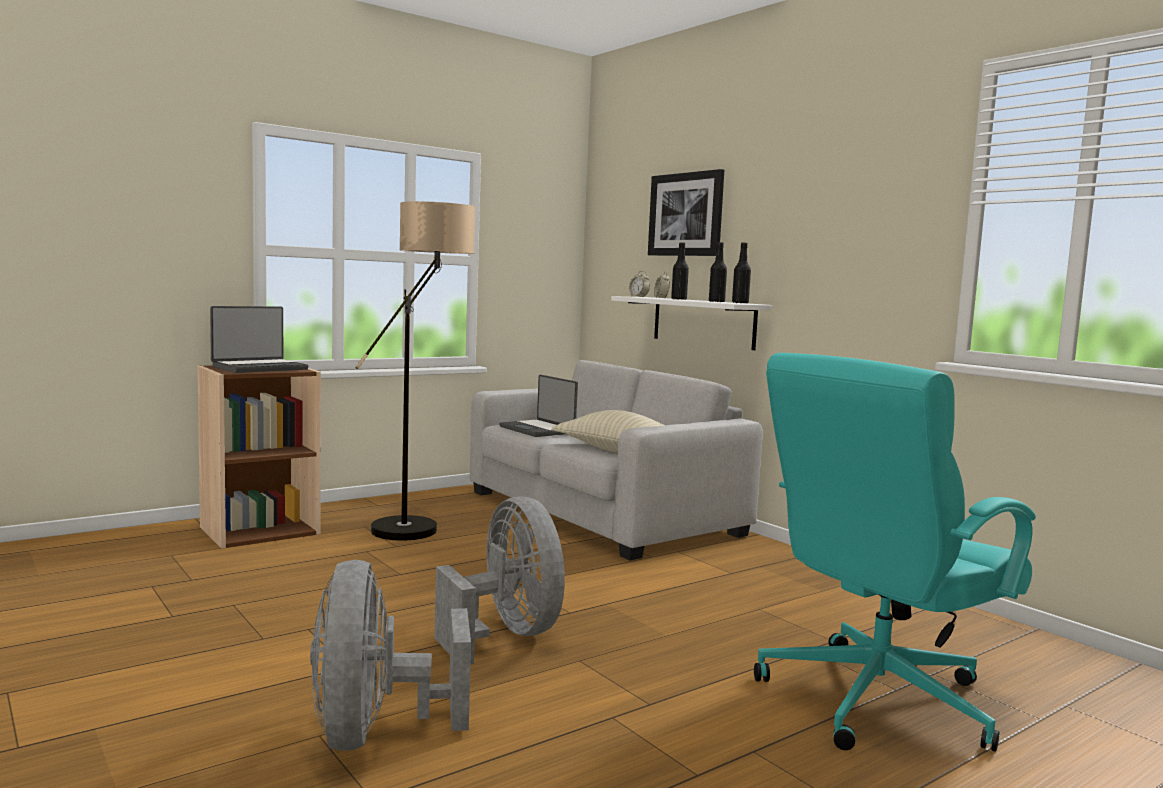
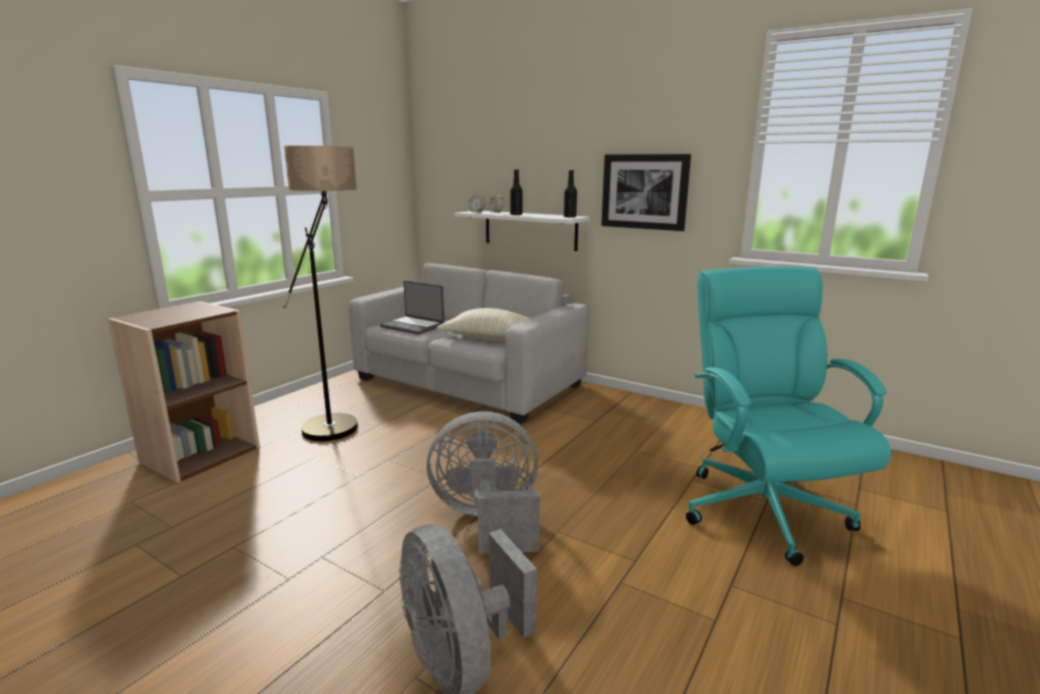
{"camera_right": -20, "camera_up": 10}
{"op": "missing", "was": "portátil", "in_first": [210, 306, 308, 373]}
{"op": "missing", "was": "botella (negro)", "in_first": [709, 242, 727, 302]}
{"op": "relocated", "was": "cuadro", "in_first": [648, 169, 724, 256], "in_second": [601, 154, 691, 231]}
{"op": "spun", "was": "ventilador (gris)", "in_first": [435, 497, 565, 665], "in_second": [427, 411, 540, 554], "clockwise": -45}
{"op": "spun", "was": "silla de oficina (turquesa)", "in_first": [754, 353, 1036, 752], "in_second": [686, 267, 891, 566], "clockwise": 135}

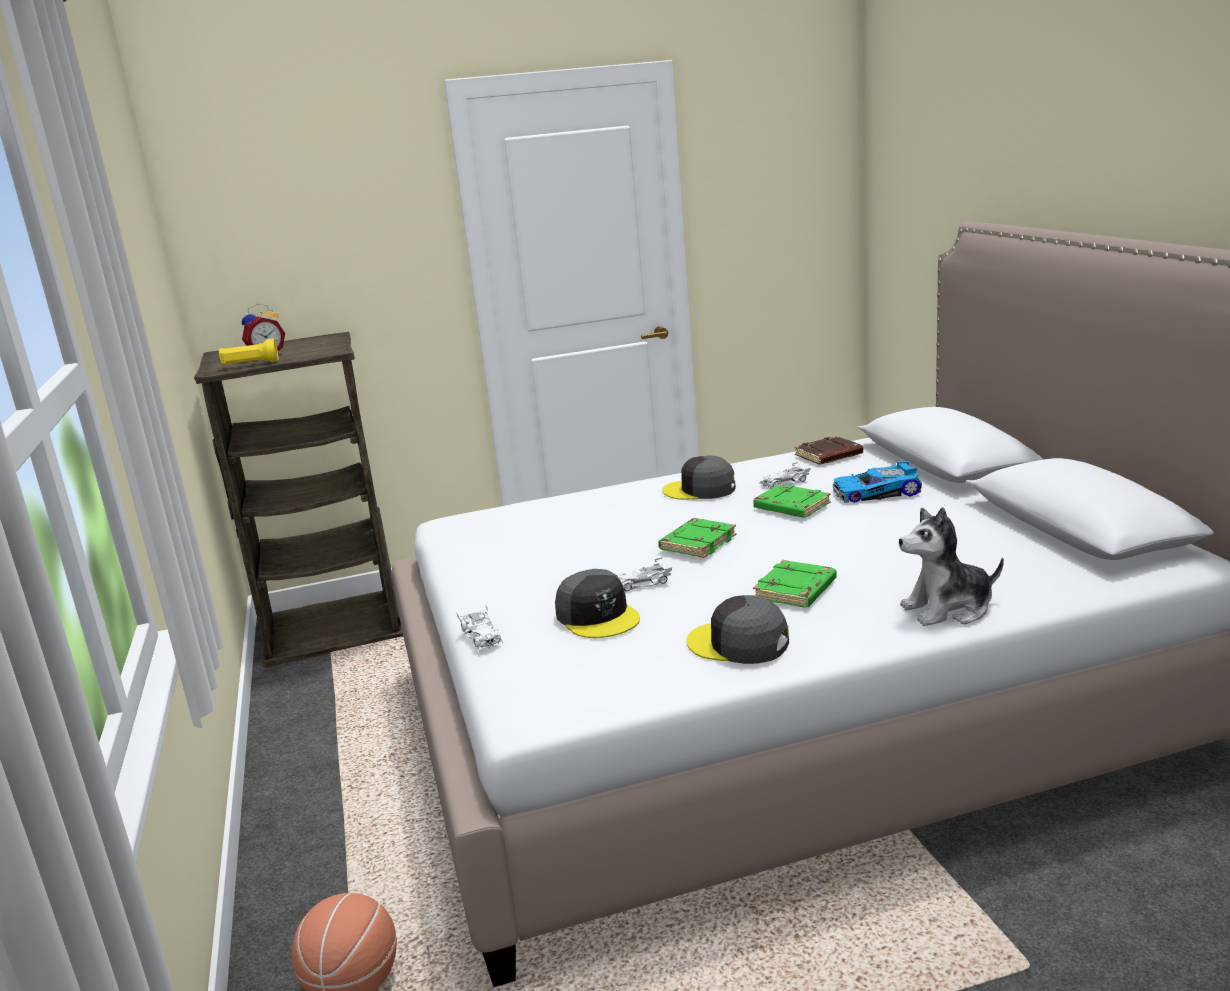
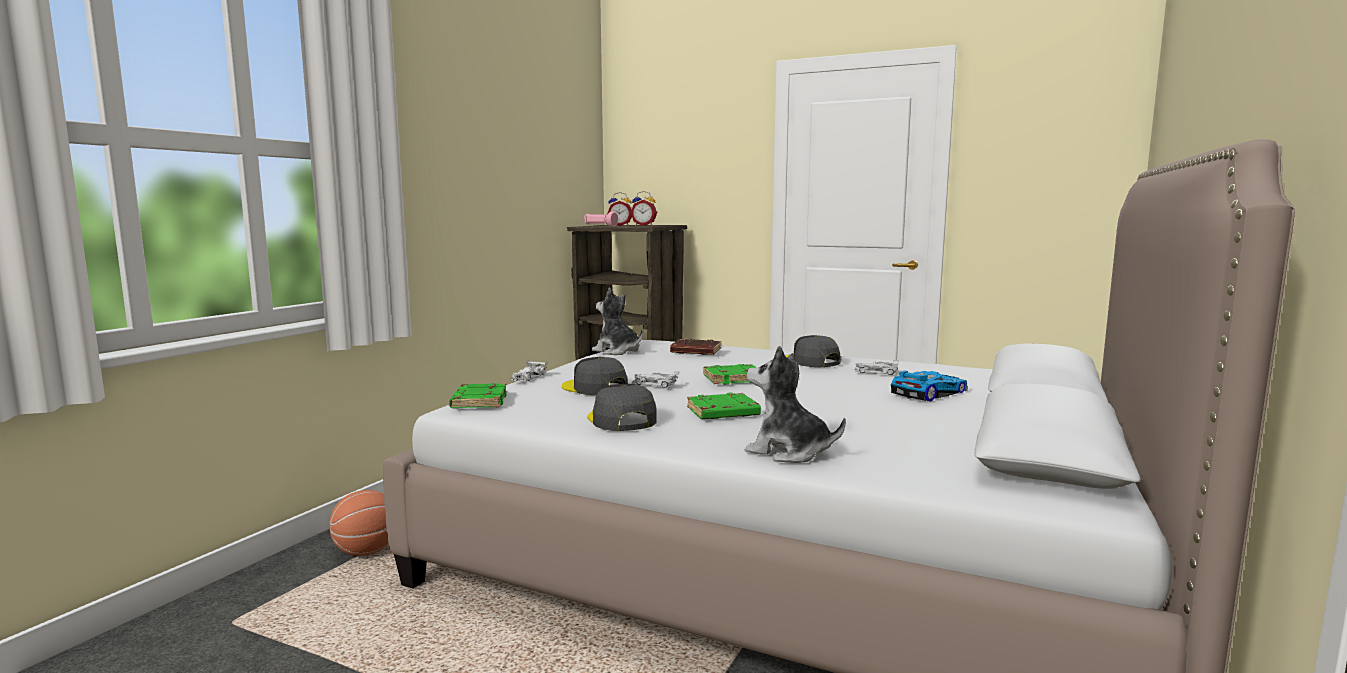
{"camera_right": 40, "camera_up": -10}
{"op": "appeared", "now": "peluche", "in_second": [592, 288, 643, 355]}
{"op": "appeared", "now": "despertador", "in_second": [630, 191, 657, 226]}
{"op": "relocated", "was": "libro (verde)", "in_first": [753, 484, 831, 518], "in_second": [449, 383, 507, 409]}
{"op": "relocated", "was": "libro (marrón)", "in_first": [794, 436, 863, 465], "in_second": [670, 339, 721, 355]}
{"op": "colour", "was": "linterna (amarillo)", "now": "linterna (rosa)", "in_first": [219, 338, 278, 365], "in_second": [584, 212, 618, 226]}
{"op": "spun", "was": "gorra (gris)", "in_first": [555, 569, 640, 638], "in_second": [562, 357, 628, 395], "clockwise": 120}
{"op": "spun", "was": "coche de juguete", "in_first": [833, 461, 922, 503], "in_second": [891, 370, 968, 402], "clockwise": 105}

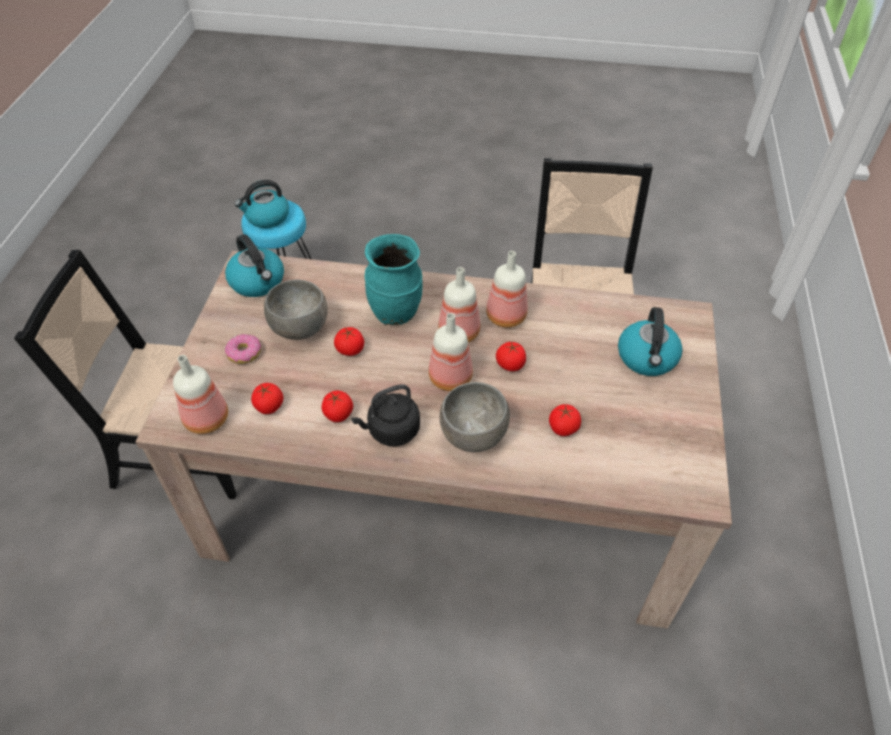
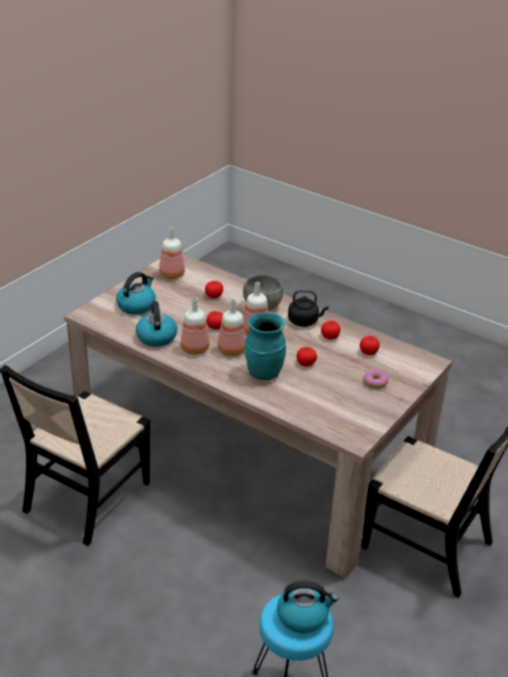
{"camera_right": -155, "camera_up": -15}
{"op": "missing", "was": "cuenco (gris)", "in_first": [264, 279, 328, 340]}
{"op": "relocated", "was": "botella", "in_first": [173, 355, 228, 434], "in_second": [159, 227, 185, 279]}
{"op": "relocated", "was": "hervidor", "in_first": [225, 234, 284, 297], "in_second": [136, 301, 177, 347]}

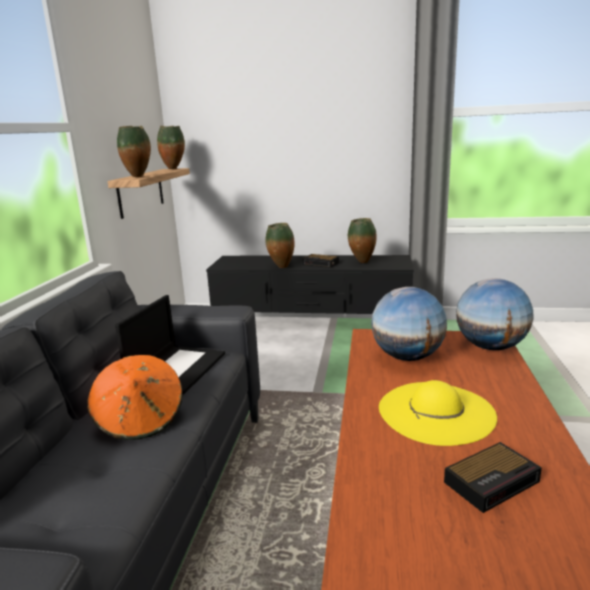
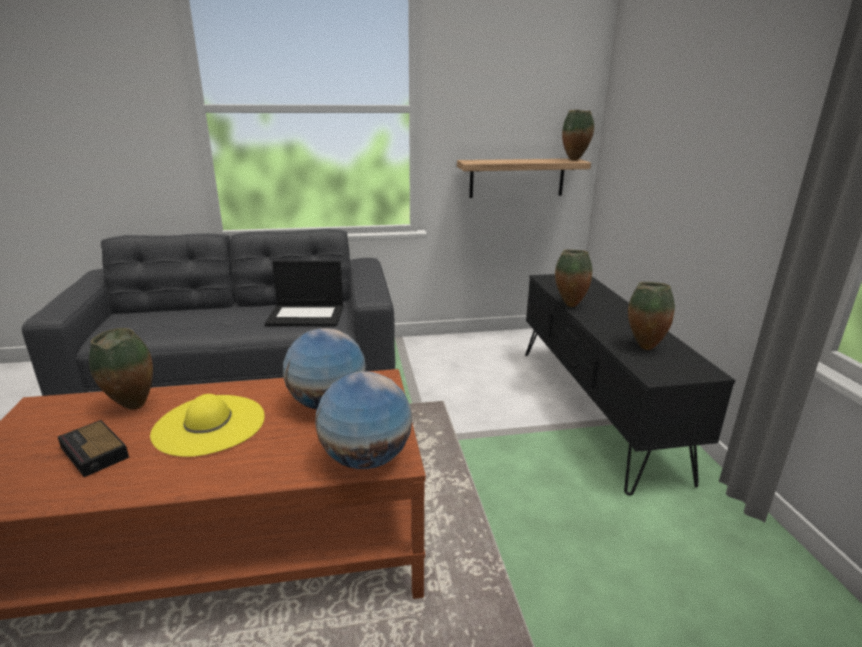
{"camera_right": 70, "camera_up": 5}
{"op": "missing", "was": "sombrero (naranja)", "in_first": [87, 355, 183, 440]}
{"op": "missing", "was": "despertador", "in_first": [302, 254, 339, 268]}
{"op": "relocated", "was": "florero", "in_first": [117, 126, 151, 177], "in_second": [89, 328, 153, 410]}

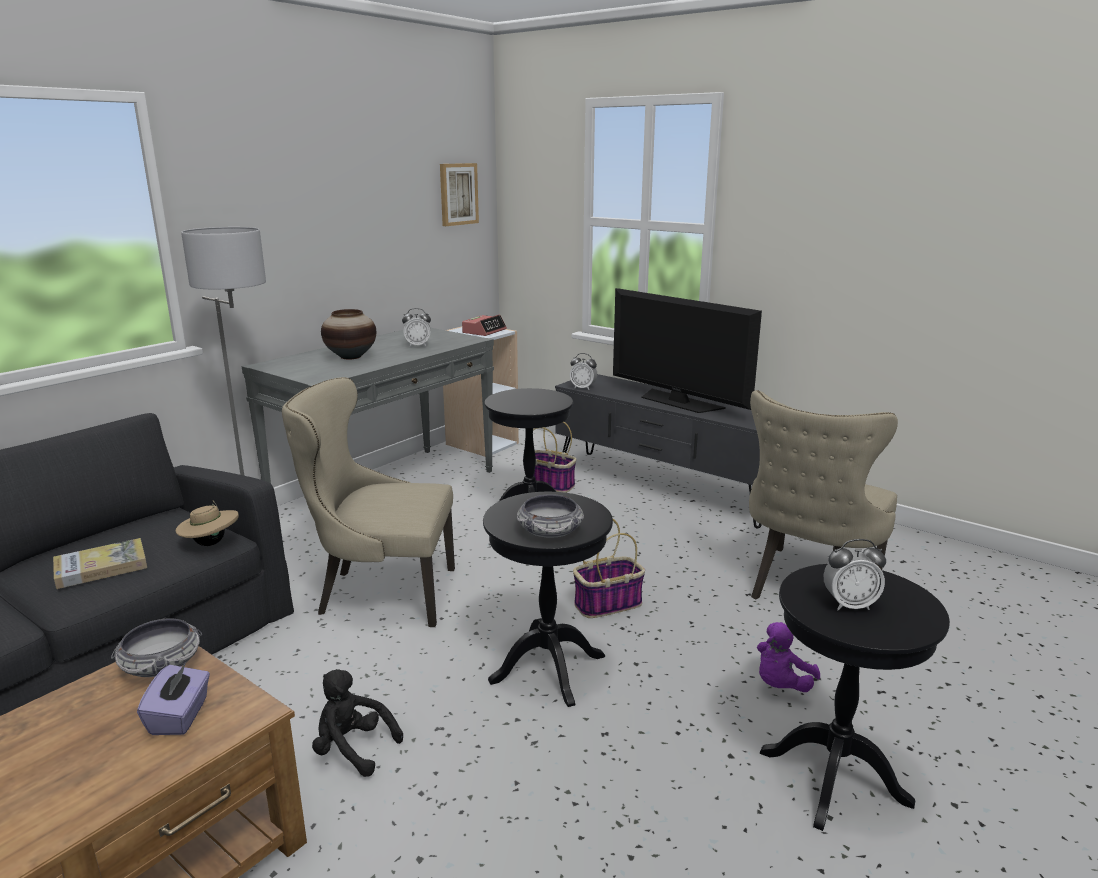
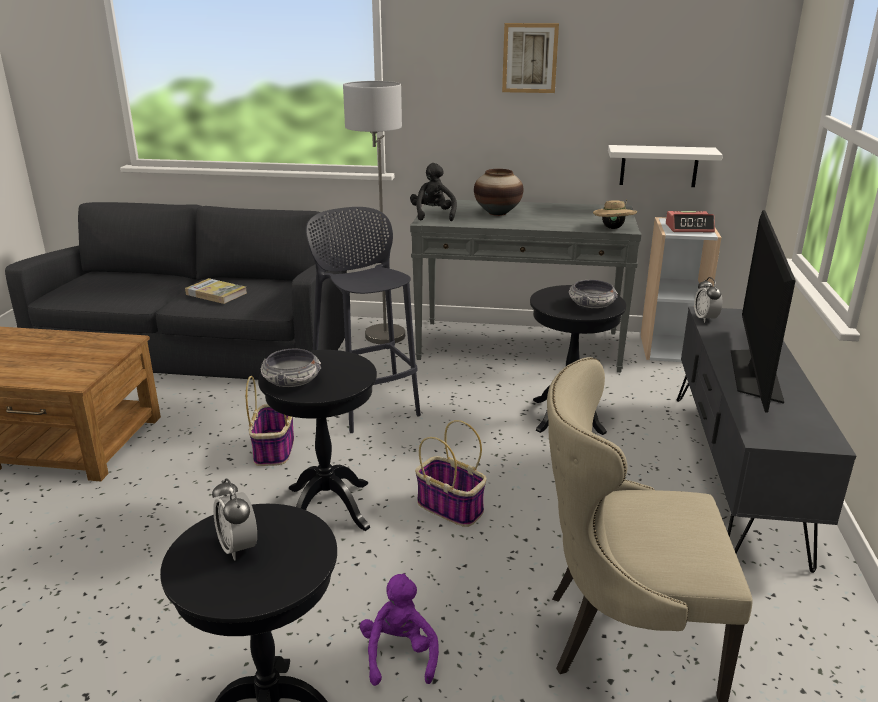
{"camera_right": 60, "camera_up": 5}
{"op": "missing", "was": "caja de pañuelos (morado)", "in_first": [137, 663, 210, 735]}
{"op": "missing", "was": "despertador", "in_first": [402, 308, 431, 347]}
{"op": "appeared", "now": "estante (blanco)", "in_second": [608, 145, 723, 187]}
{"op": "relocated", "was": "cuenco", "in_first": [111, 618, 202, 677], "in_second": [569, 280, 618, 308]}
{"op": "relocated", "was": "sombrero (beis)", "in_first": [175, 500, 239, 546], "in_second": [593, 199, 637, 229]}
{"op": "relocated", "was": "peluche (negro)", "in_first": [312, 669, 403, 777], "in_second": [410, 163, 457, 221]}
{"op": "relocated", "was": "cuadro", "in_first": [440, 163, 479, 226], "in_second": [502, 23, 559, 93]}
{"op": "relocated", "was": "cesta", "in_first": [533, 422, 576, 493], "in_second": [246, 376, 294, 466]}
{"op": "exchanged", "was": "silla (beis)", "now": "taburete (gris)", "in_first": [282, 377, 455, 627], "in_second": [306, 207, 421, 433]}
{"op": "spun", "was": "peluche (morado)", "in_first": [757, 622, 820, 692], "in_second": [360, 573, 439, 686], "clockwise": 75}

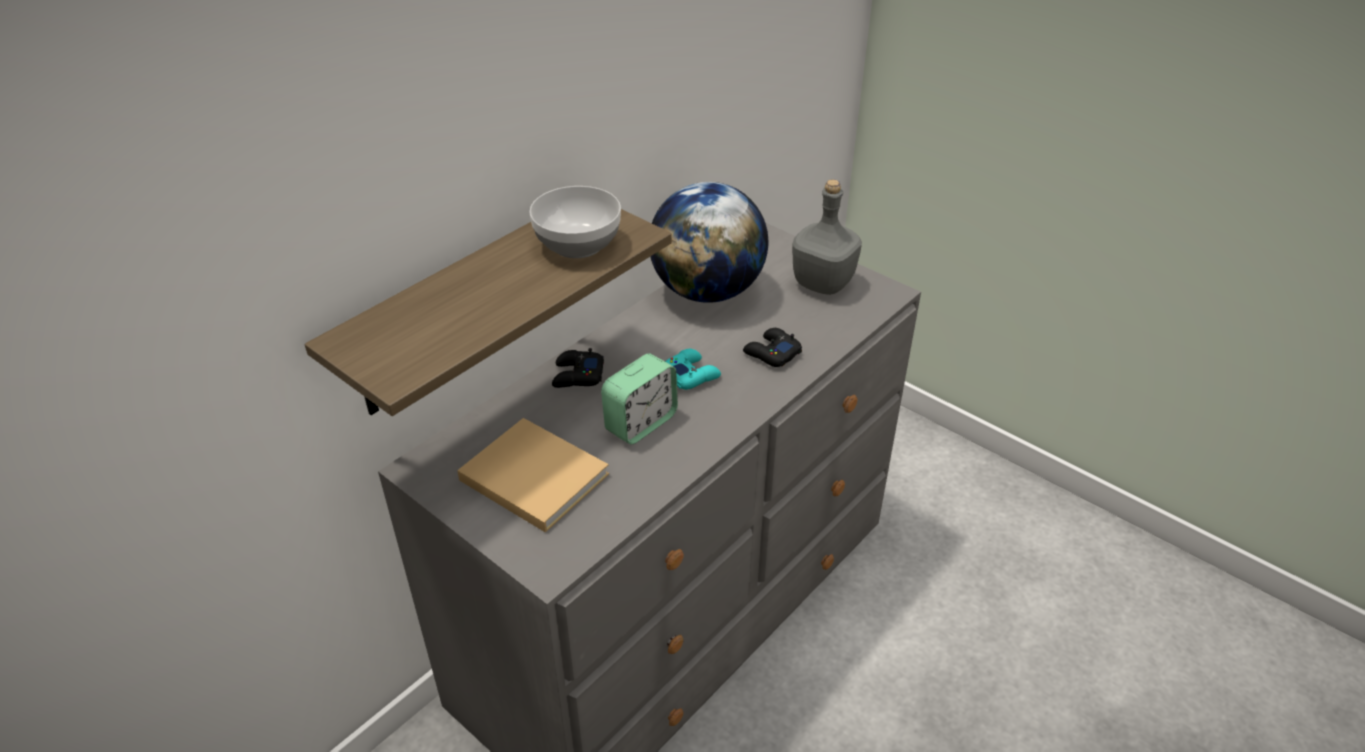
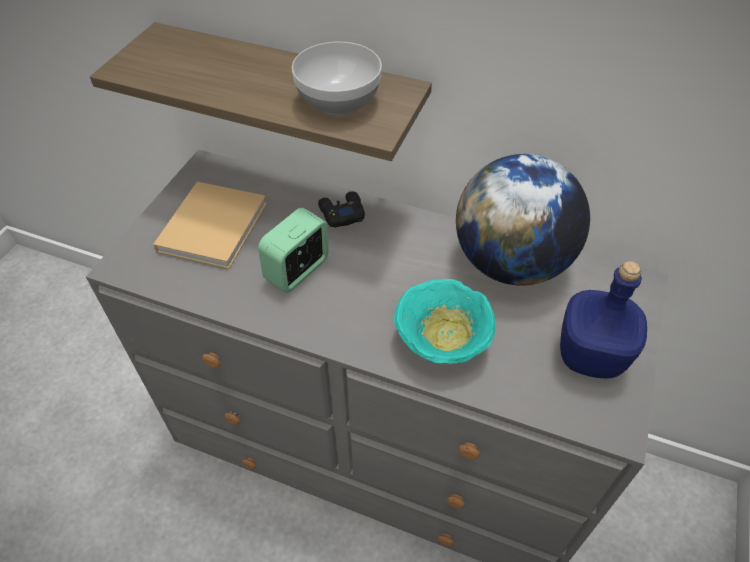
{"camera_right": 70, "camera_up": 10}
{"op": "missing", "was": "mando de consola (turquesa)", "in_first": [665, 349, 721, 390]}
{"op": "exchanged", "was": "mando de consola (negro)", "now": "cuenco (turquesa)", "in_first": [743, 328, 802, 367], "in_second": [394, 279, 496, 364]}
{"op": "colour", "was": "botella (gris)", "now": "botella (azul)", "in_first": [792, 180, 862, 295], "in_second": [560, 261, 647, 378]}
{"op": "spun", "was": "despertador", "in_first": [601, 353, 678, 444], "in_second": [258, 207, 328, 293], "clockwise": 105}

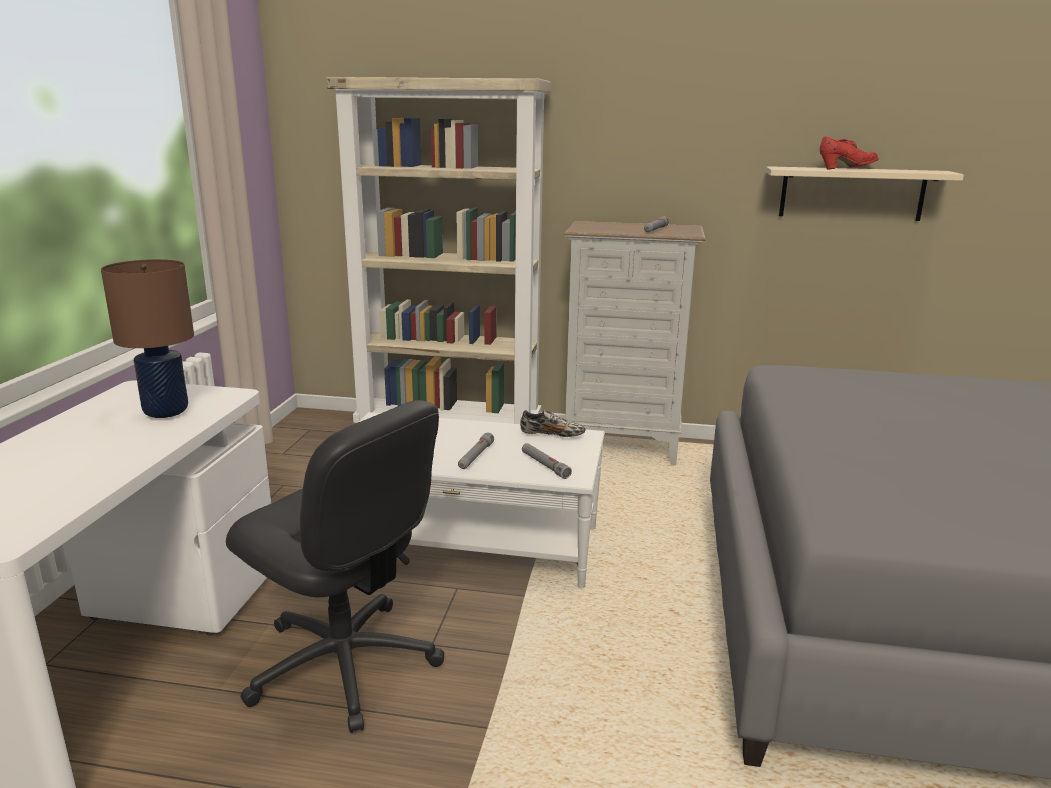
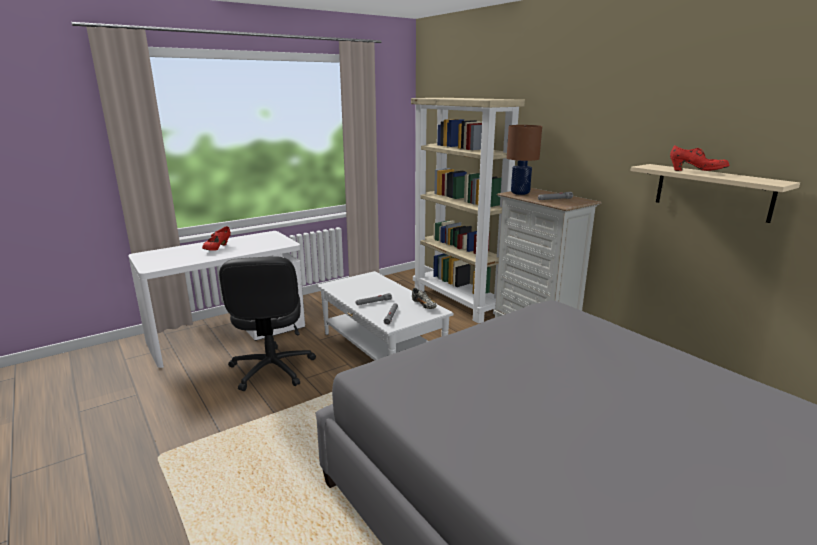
{"camera_right": 45, "camera_up": 0}
{"op": "appeared", "now": "zapato (rojo)", "in_second": [202, 226, 231, 251]}
{"op": "relocated", "was": "lámpara de mesa (marrón)", "in_first": [101, 259, 194, 418], "in_second": [507, 125, 542, 195]}

